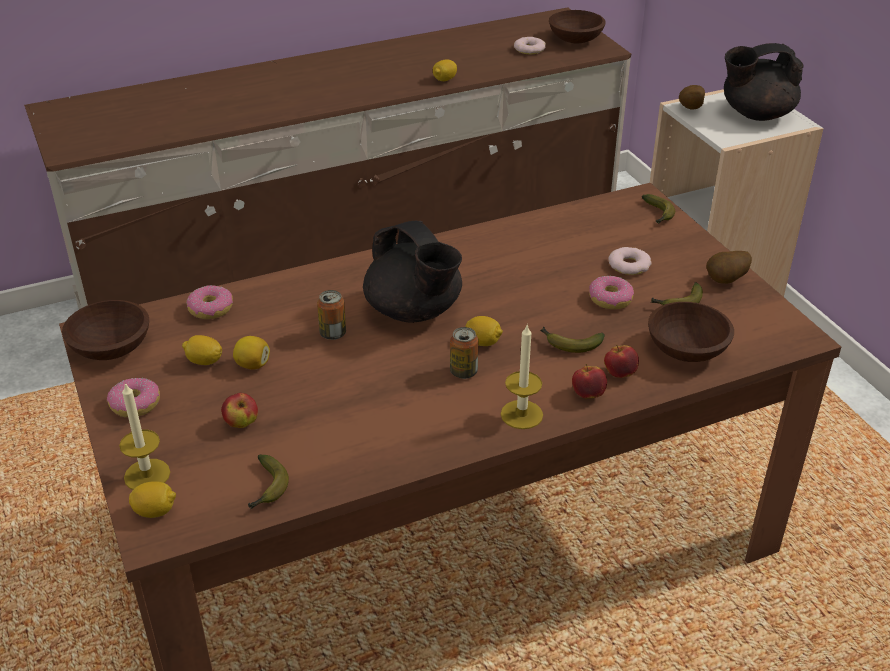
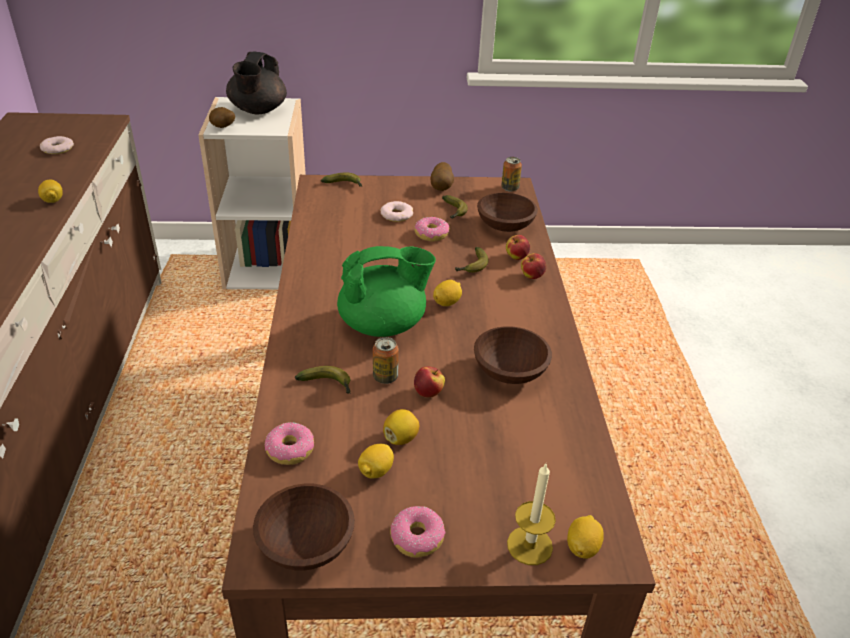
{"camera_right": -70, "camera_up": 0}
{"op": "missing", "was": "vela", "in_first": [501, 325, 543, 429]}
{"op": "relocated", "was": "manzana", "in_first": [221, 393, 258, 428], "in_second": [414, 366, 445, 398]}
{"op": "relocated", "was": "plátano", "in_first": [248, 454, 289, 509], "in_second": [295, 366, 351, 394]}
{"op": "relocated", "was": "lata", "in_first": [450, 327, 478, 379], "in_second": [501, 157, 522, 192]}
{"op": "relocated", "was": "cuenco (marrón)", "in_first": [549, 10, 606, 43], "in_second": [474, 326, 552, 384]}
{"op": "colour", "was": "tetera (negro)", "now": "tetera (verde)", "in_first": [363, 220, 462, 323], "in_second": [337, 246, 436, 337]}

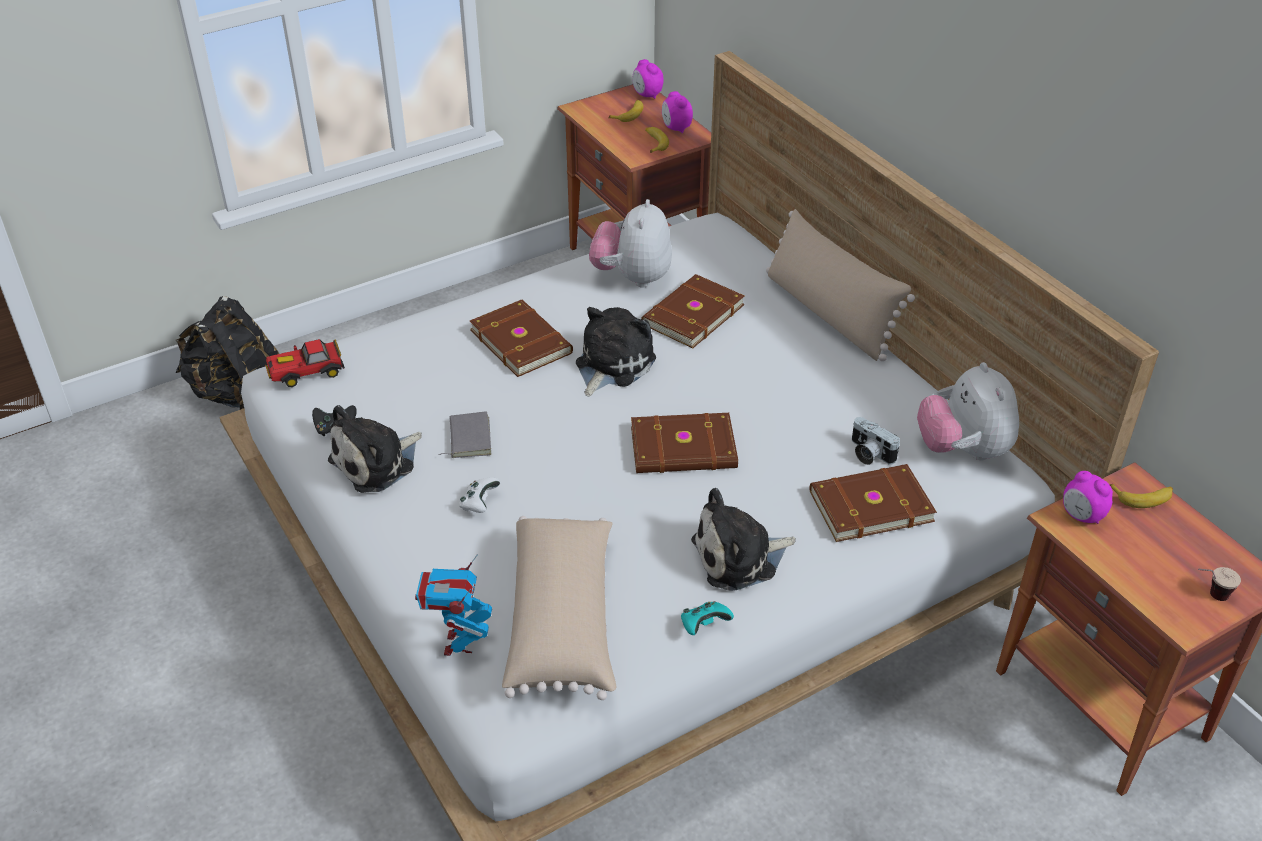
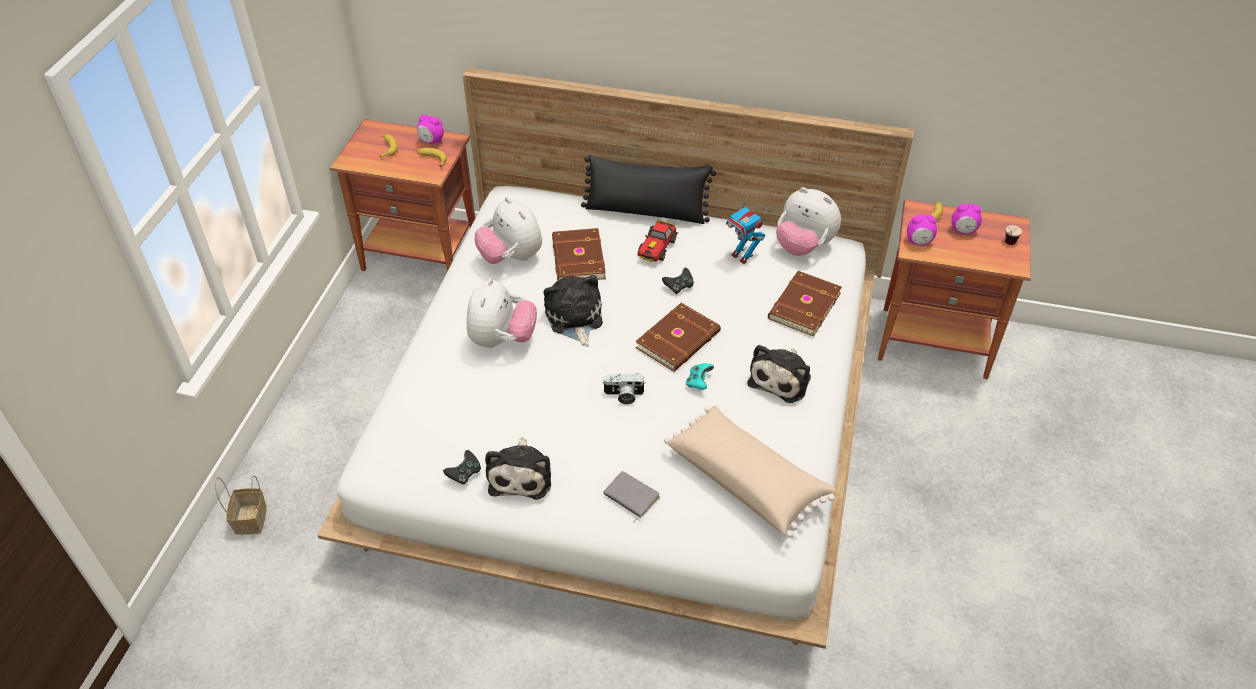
{"camera_right": -45, "camera_up": 5}
{"op": "missing", "was": "mando de consola (blanco)", "in_first": [459, 477, 501, 513]}
{"op": "appeared", "now": "mando de consola (negro)", "in_second": [662, 268, 694, 294]}
{"op": "relocated", "was": "coche de juguete", "in_first": [265, 339, 345, 387], "in_second": [637, 219, 678, 262]}
{"op": "relocated", "was": "robot de juguete", "in_first": [415, 554, 492, 656], "in_second": [726, 196, 768, 264]}
{"op": "relocated", "was": "libro (gris)", "in_first": [439, 412, 491, 458], "in_second": [603, 471, 660, 523]}
{"op": "relocated", "was": "despertador", "in_first": [632, 59, 664, 99], "in_second": [952, 204, 982, 234]}
{"op": "relocated", "was": "mando de consola (turquesa)", "in_first": [681, 601, 734, 635], "in_second": [686, 363, 714, 390]}
{"op": "relocated", "was": "cámara", "in_first": [852, 417, 900, 465], "in_second": [602, 373, 646, 405]}
{"op": "exchanged", "was": "mochila (negro)", "now": "cesta", "in_first": [175, 296, 280, 410], "in_second": [215, 475, 267, 535]}
{"op": "exchanged", "was": "libro (marrón)", "now": "peluche", "in_first": [470, 300, 573, 377], "in_second": [467, 278, 537, 348]}
{"op": "colour", "was": "cojín (beis)", "now": "cojín (negro)", "in_first": [766, 209, 915, 361], "in_second": [581, 155, 716, 224]}

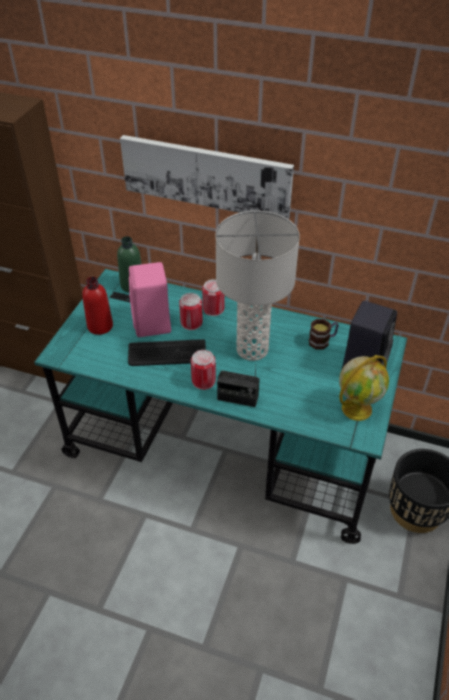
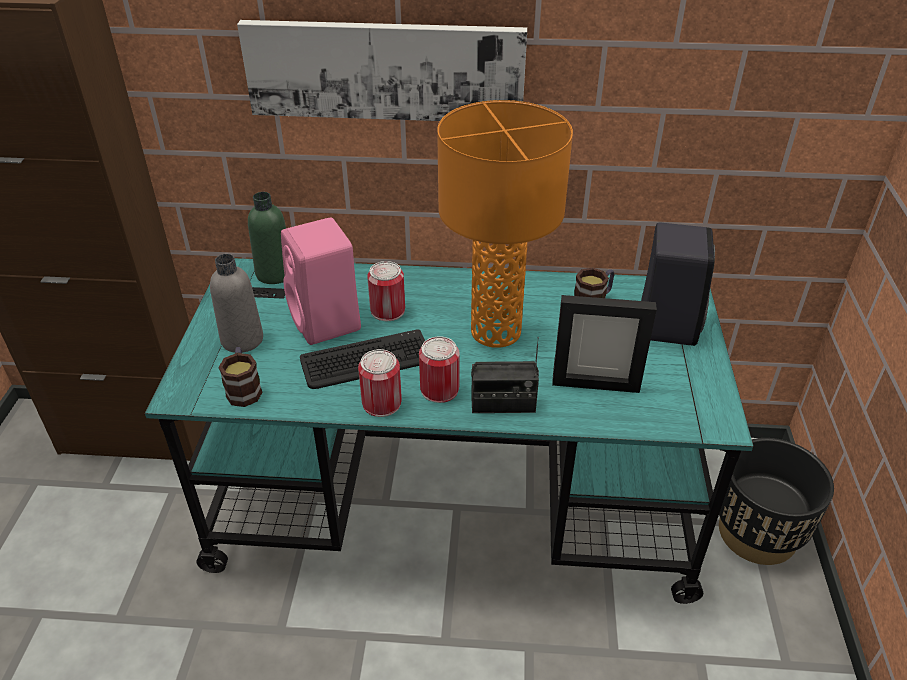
{"camera_right": -15, "camera_up": -5}
{"op": "missing", "was": "globo terráqueo", "in_first": [339, 355, 389, 421]}
{"op": "appeared", "now": "taza grande", "in_second": [218, 347, 262, 407]}
{"op": "appeared", "now": "portarretratos", "in_second": [552, 295, 657, 393]}
{"op": "relocated", "was": "lata", "in_first": [202, 279, 224, 316], "in_second": [358, 349, 402, 417]}
{"op": "colour", "was": "botella (rojo)", "now": "botella (gris)", "in_first": [82, 277, 113, 335], "in_second": [210, 254, 263, 353]}
{"op": "colour", "was": "lámpara de mesa (blanco)", "now": "lámpara de mesa (naranja)", "in_first": [216, 211, 300, 361], "in_second": [437, 100, 573, 348]}

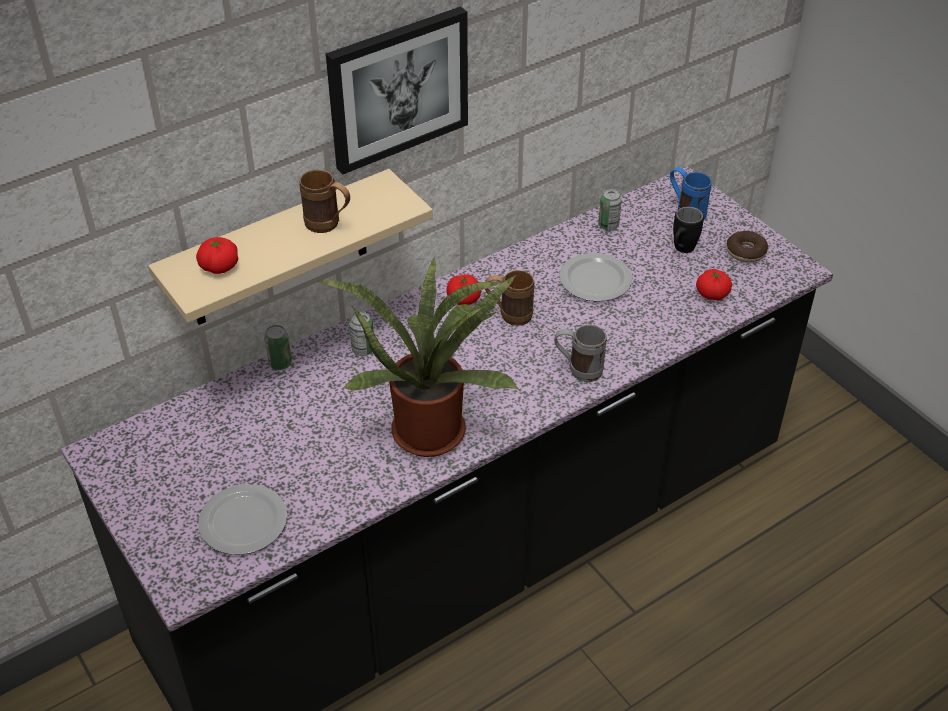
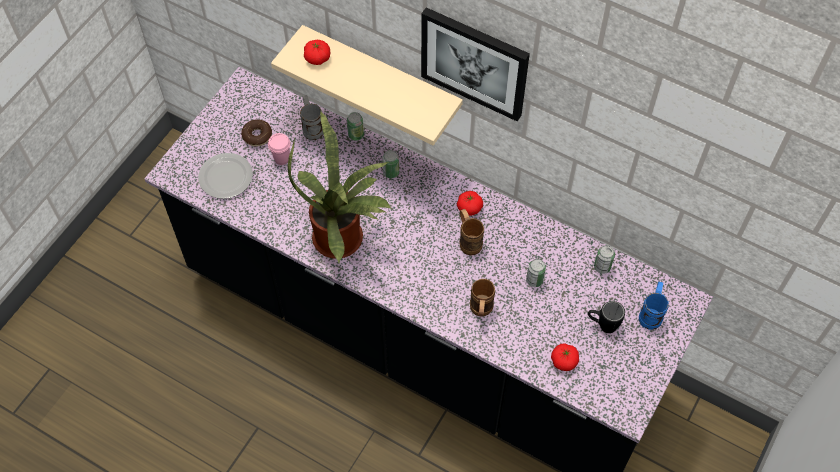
{"camera_right": 65, "camera_up": 15}
{"op": "appeared", "now": "taza (rosa)", "in_second": [268, 133, 291, 165]}
{"op": "relocated", "was": "taza grande (marrón)", "in_first": [299, 170, 350, 233], "in_second": [470, 279, 495, 317]}
{"op": "relocated", "was": "taza grande (gris)", "in_first": [555, 325, 607, 382], "in_second": [300, 95, 323, 140]}
{"op": "relocated", "was": "rosquilla", "in_first": [726, 231, 768, 262], "in_second": [241, 119, 272, 146]}
{"op": "exchanged", "was": "plato", "now": "lata", "in_first": [559, 253, 633, 302], "in_second": [526, 259, 546, 287]}

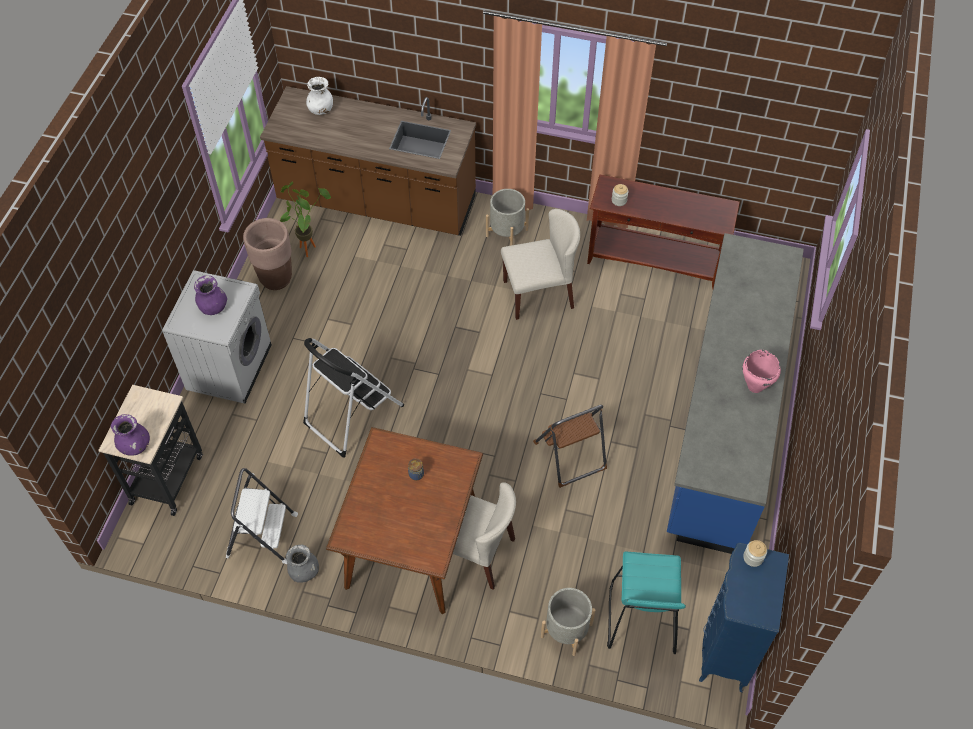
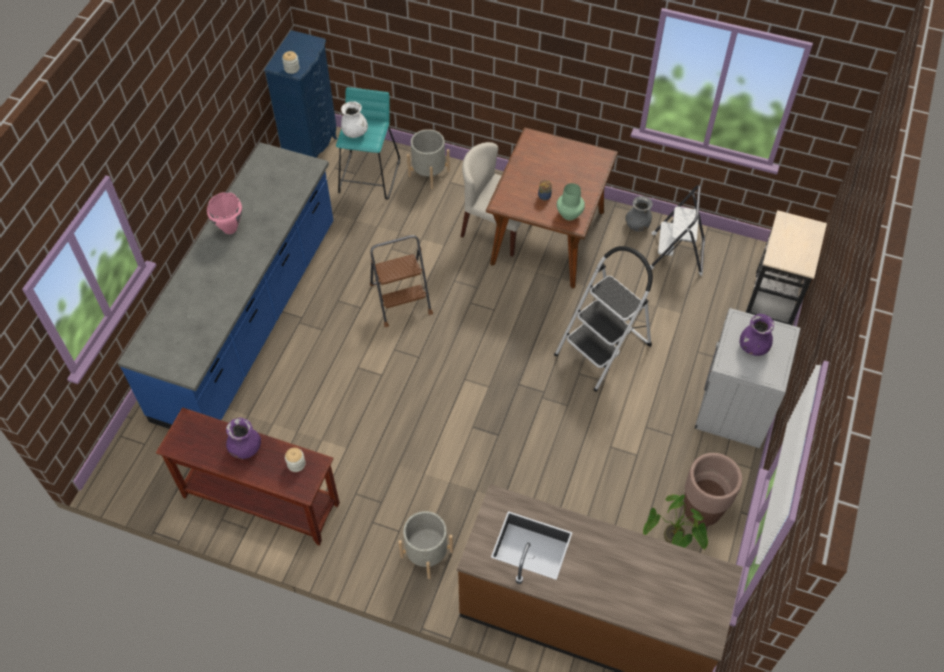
{"camera_right": -175, "camera_up": 0}
{"op": "missing", "was": "silla (beis)", "in_first": [501, 209, 580, 320]}
{"op": "appeared", "now": "florero (verde)", "in_second": [557, 183, 585, 220]}
{"op": "relocated", "was": "florero (morado)", "in_first": [111, 414, 150, 456], "in_second": [226, 418, 261, 459]}
{"op": "relocated", "was": "florero (blanco)", "in_first": [306, 77, 333, 115], "in_second": [341, 102, 368, 138]}

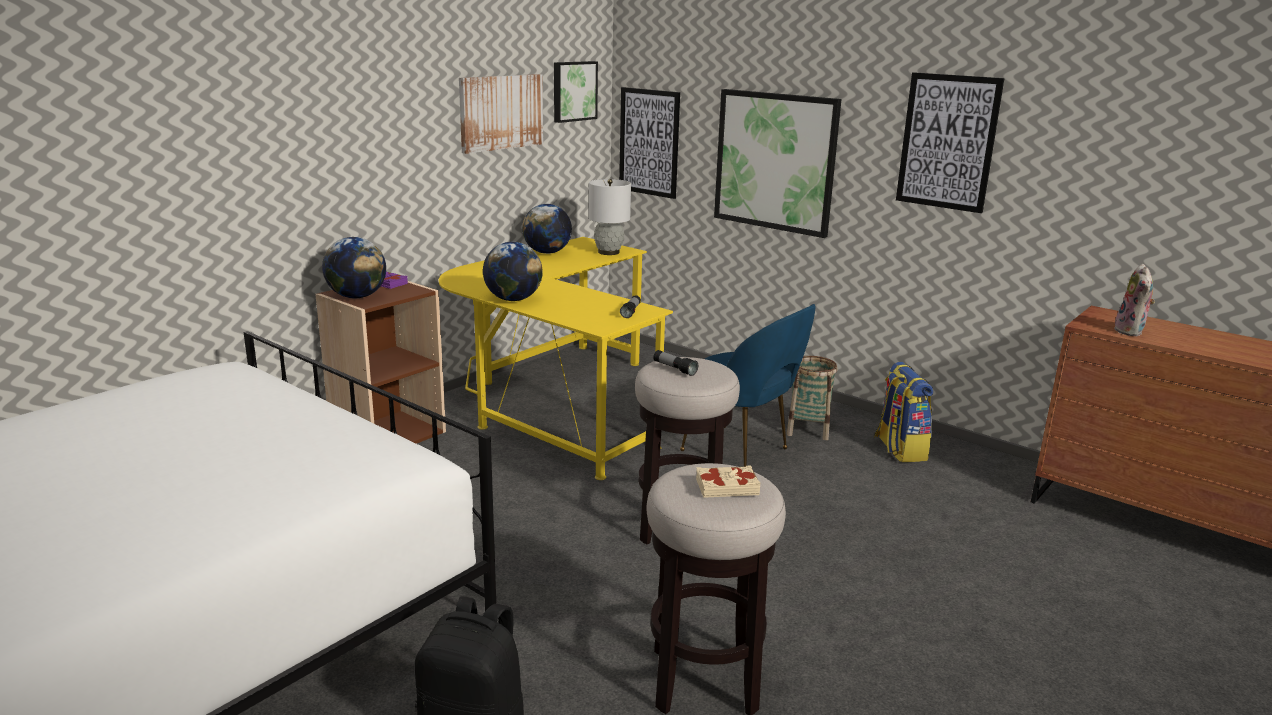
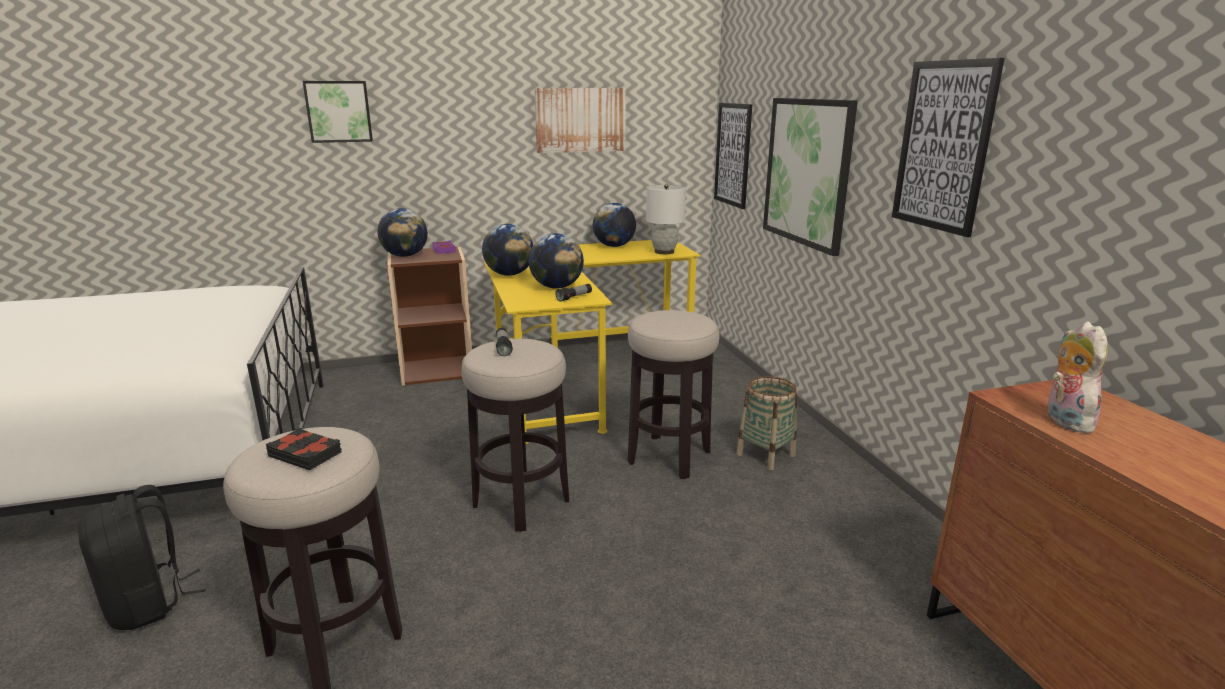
{"camera_right": 35, "camera_up": 0}
{"op": "missing", "was": "mochila", "in_first": [874, 362, 933, 462]}
{"op": "appeared", "now": "globo terráqueo", "in_second": [529, 233, 584, 289]}
{"op": "relocated", "was": "cuadro", "in_first": [554, 61, 598, 123], "in_second": [303, 81, 373, 143]}
{"op": "exchanged", "was": "silla (azul)", "now": "taburete", "in_first": [680, 304, 815, 467], "in_second": [628, 310, 719, 479]}
{"op": "colour", "was": "libro (beis)", "now": "libro (negro)", "in_first": [696, 465, 760, 498], "in_second": [266, 428, 342, 470]}
{"op": "spun", "was": "peluche", "in_first": [1114, 264, 1155, 337], "in_second": [1047, 321, 1108, 433], "clockwise": 135}

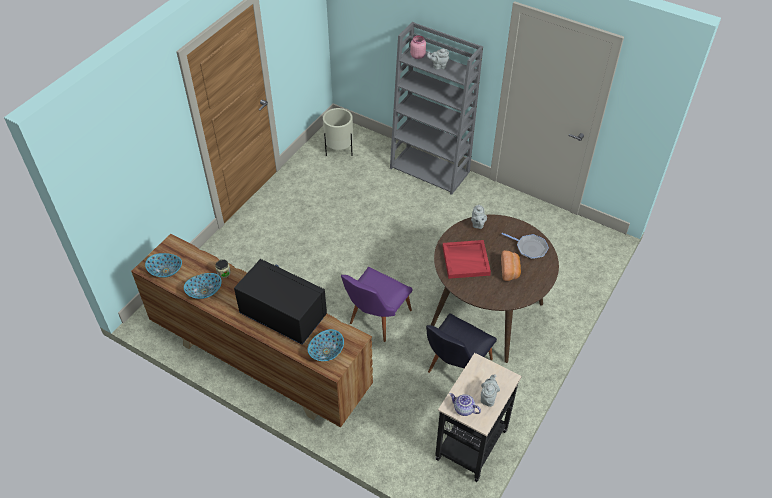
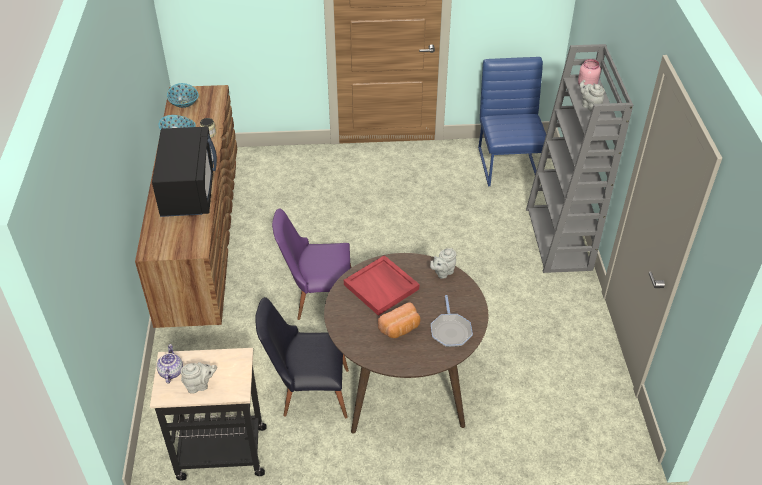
{"camera_right": 55, "camera_up": -5}
{"op": "missing", "was": "cuenco", "in_first": [308, 329, 344, 361]}
{"op": "exchanged", "was": "maceta (beis)", "now": "silla (azul)", "in_first": [323, 108, 353, 156], "in_second": [478, 57, 546, 186]}

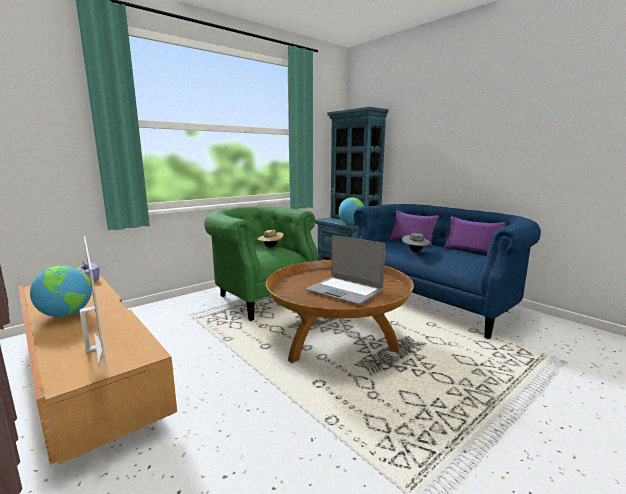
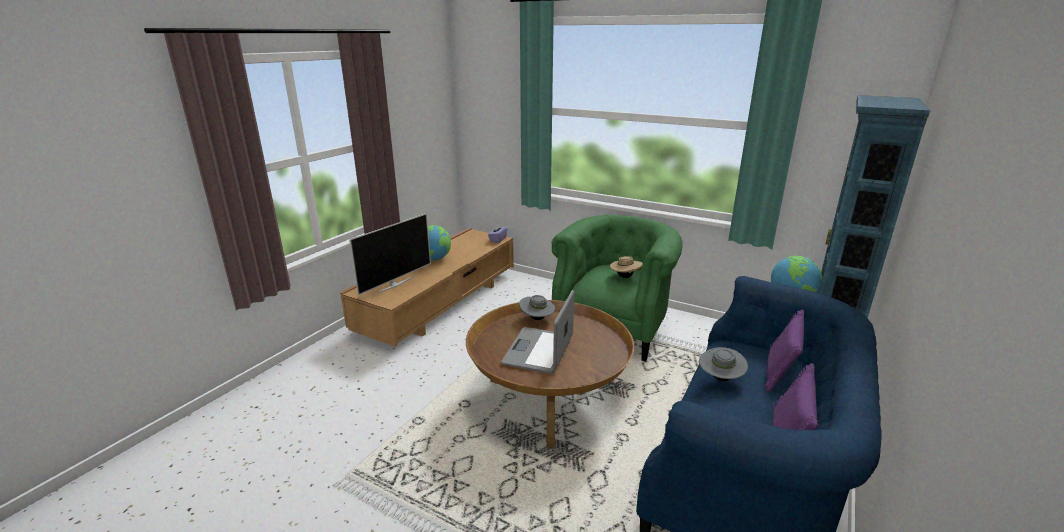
{"camera_right": 70, "camera_up": 10}
{"op": "appeared", "now": "sombrero (gris)", "in_second": [519, 295, 555, 320]}

